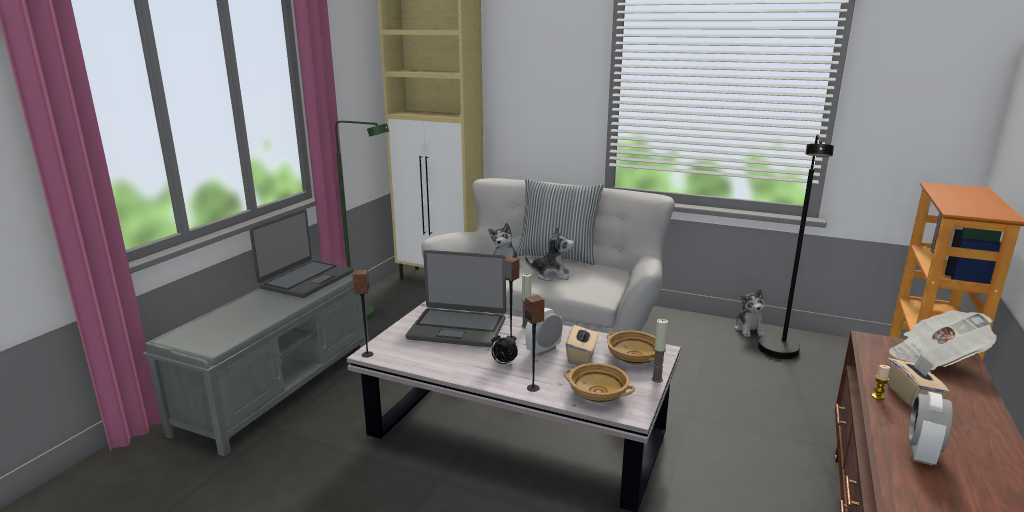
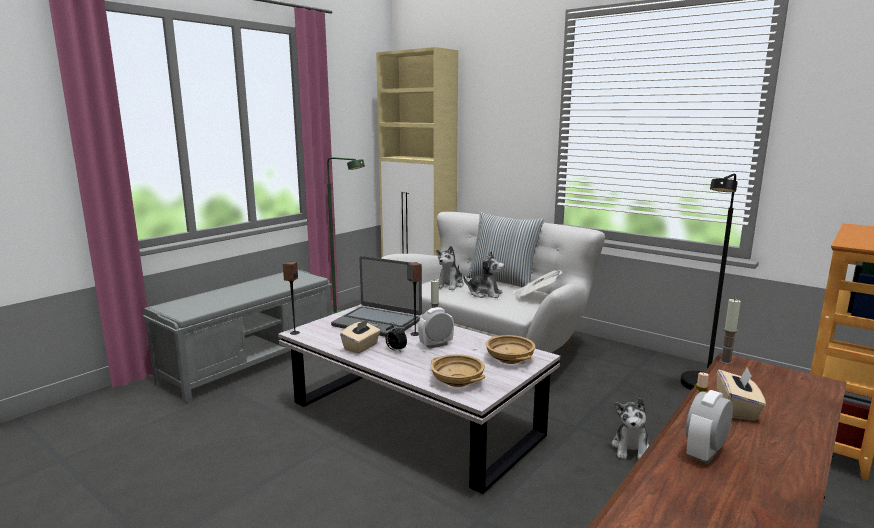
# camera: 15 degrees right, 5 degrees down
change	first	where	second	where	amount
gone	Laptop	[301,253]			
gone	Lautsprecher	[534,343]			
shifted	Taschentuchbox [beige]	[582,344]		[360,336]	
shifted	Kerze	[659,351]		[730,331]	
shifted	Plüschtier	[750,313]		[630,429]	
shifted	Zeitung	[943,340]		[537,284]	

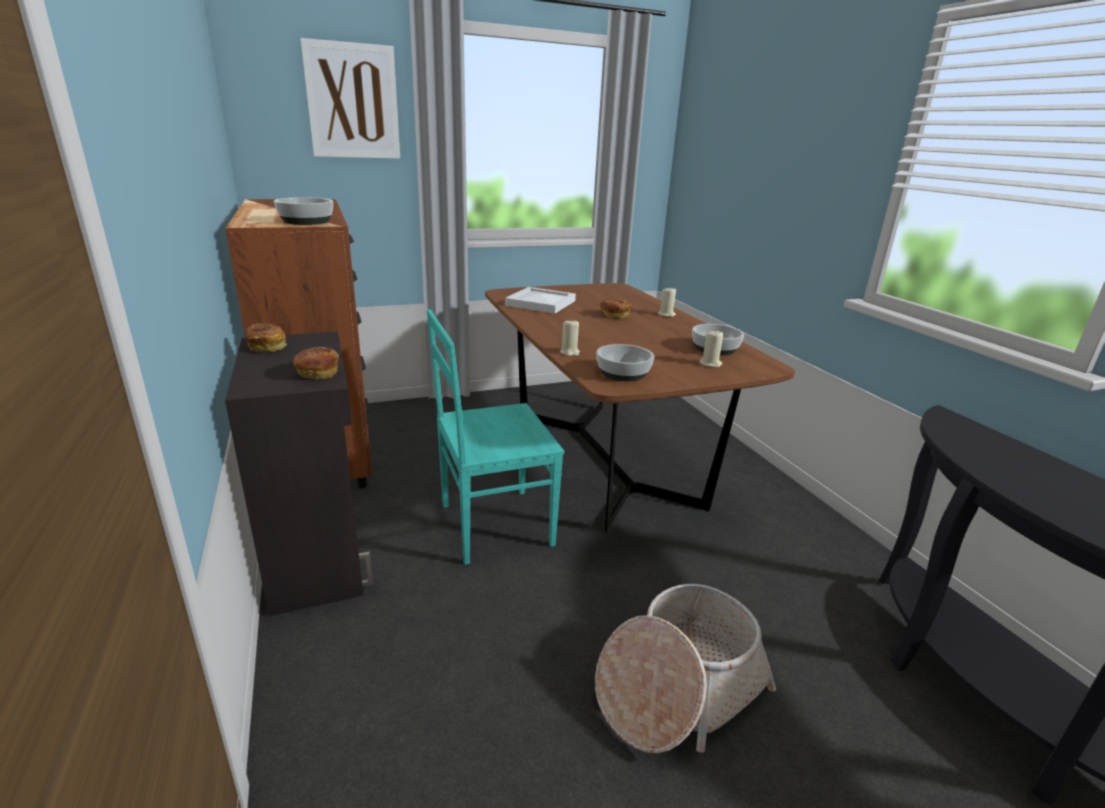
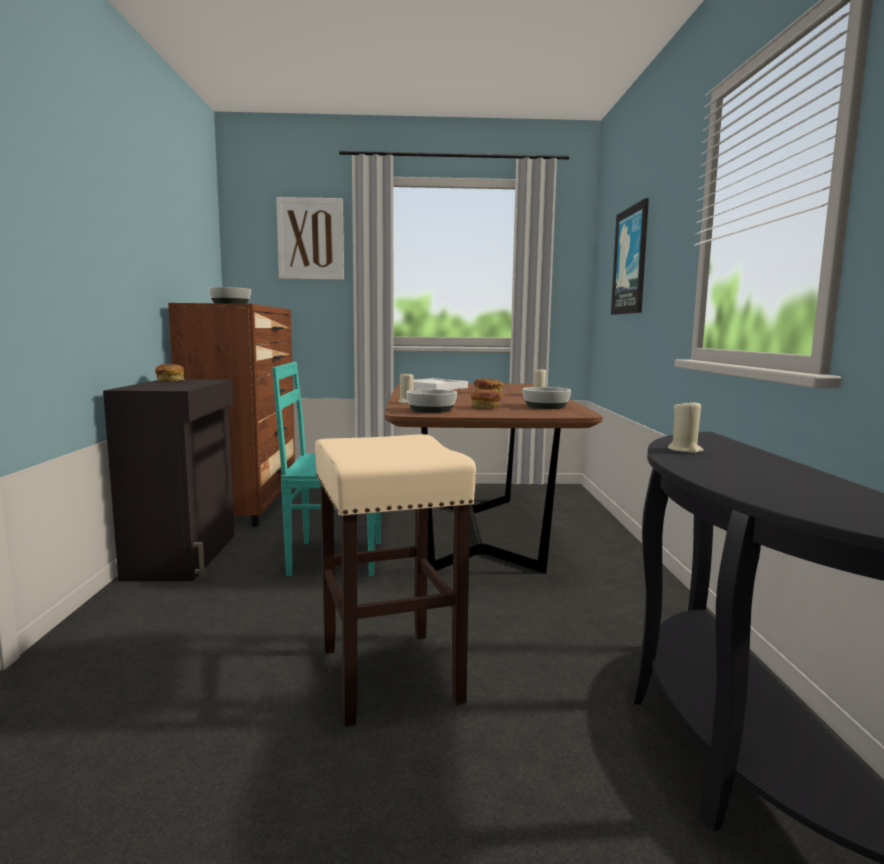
# camera: 20 degrees right, 15 degrees down
change	first	where	second	where	amount
new			Bild	[630,256]	
shifted	Brot	[316,363]		[486,399]	
shifted	Kerze [beige]	[711,348]		[685,426]	
swapped	Korb	[685,668]	Hocker [beige]	[395,580]	

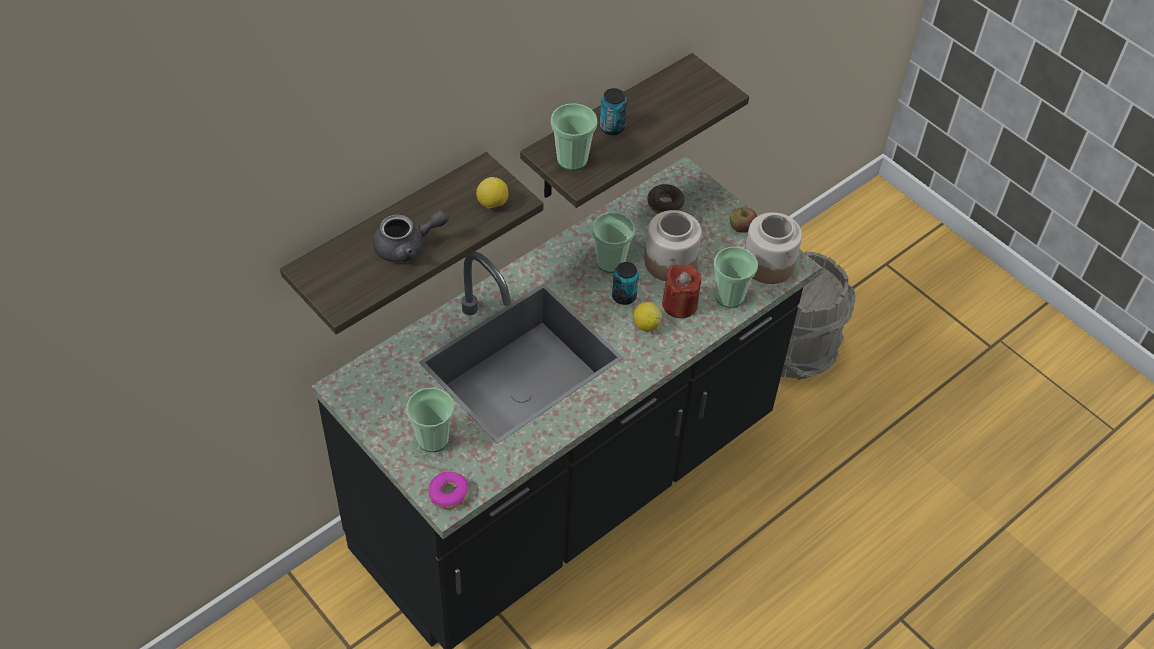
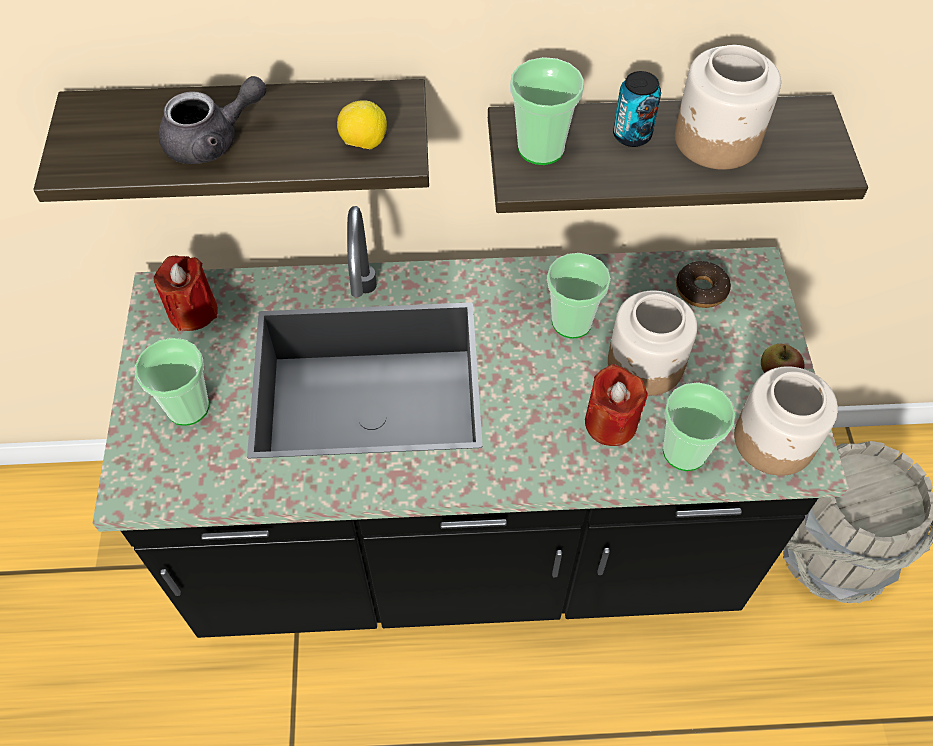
# camera: 40 degrees right, 5 degrees up
change	first	where	second	where	amount
gone	Donut	[448,490]			
gone	Dose	[625,283]			
gone	Zitrone	[647,317]			
new			Kerze [rot]	[185,293]	
new			Vorratsglas	[728,107]	
rotated	Teekanne [grau]	[411,236]		[212,120]	45 degrees counterclockwise

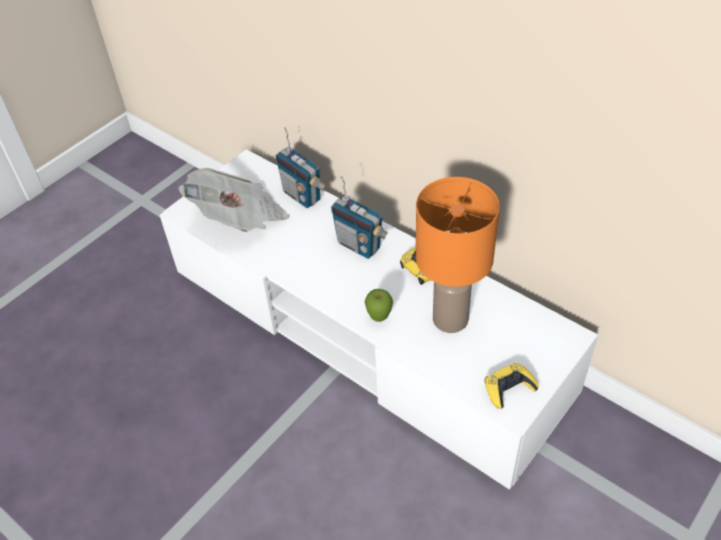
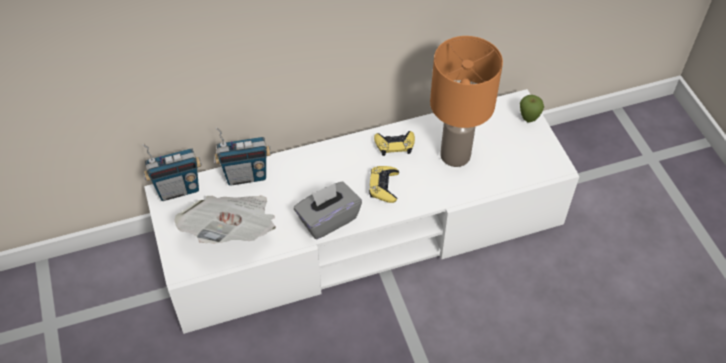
# camera: 60 degrees left, 5 degrees up
change	first	where	second	where	amount
new			Taschentuchbox [grau]	[328,210]	
shifted	Radio	[359,217]		[172,172]	
shifted	Apfel	[379,305]		[532,109]	
shifted	Gamepad [gelb]	[512,386]		[384,184]	

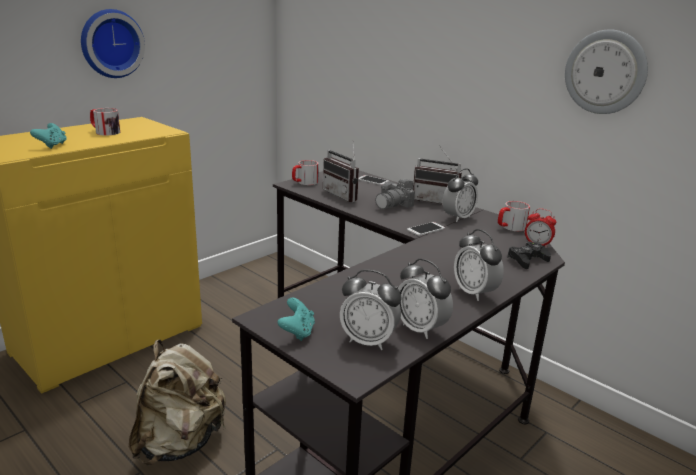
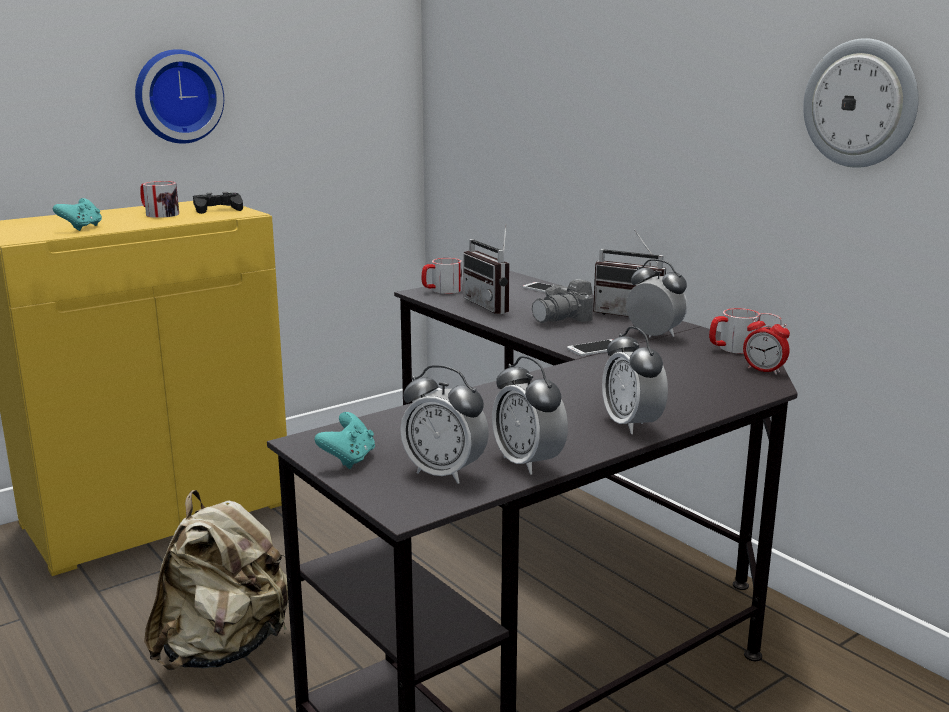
# camera: 10 degrees right, 5 degrees down
change	first	where	second	where	amount
shifted	Gamepad [schwarz]	[529,255]		[218,203]	
rotated	Wecker	[460,195]		[656,298]	105 degrees counterclockwise

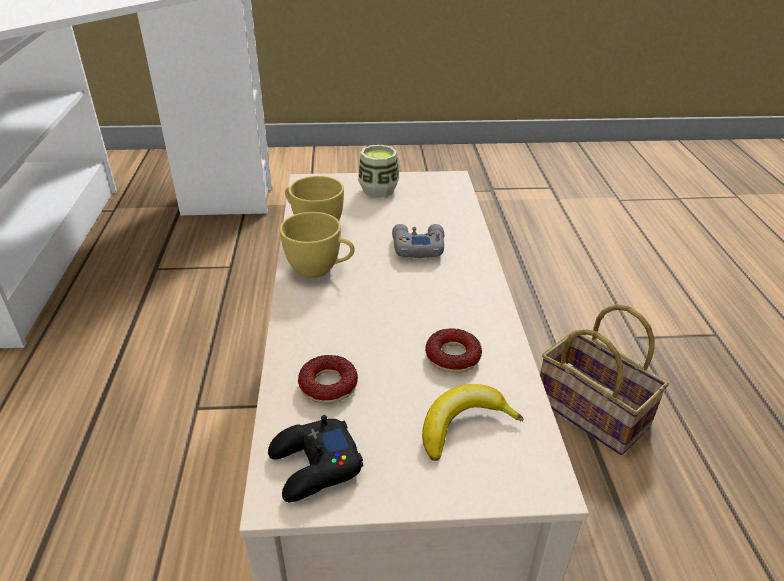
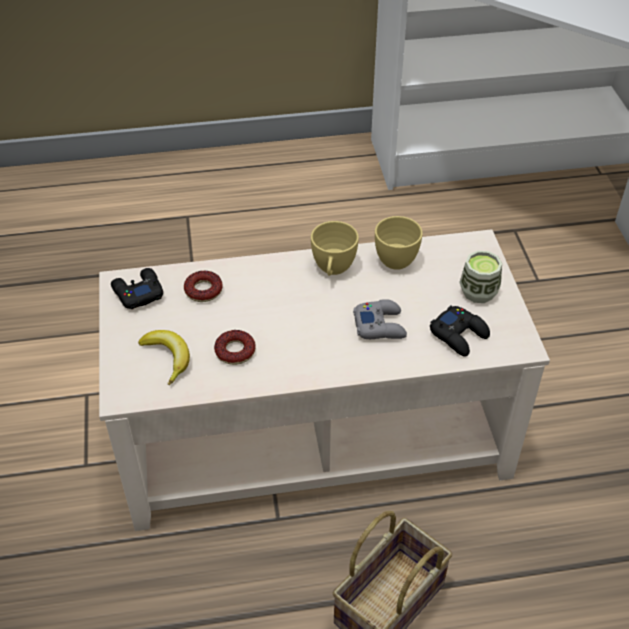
# camera: 85 degrees right, 10 degrees up
change	first	where	second	where	amount
new			Gamepad [schwarz]	[460,331]	

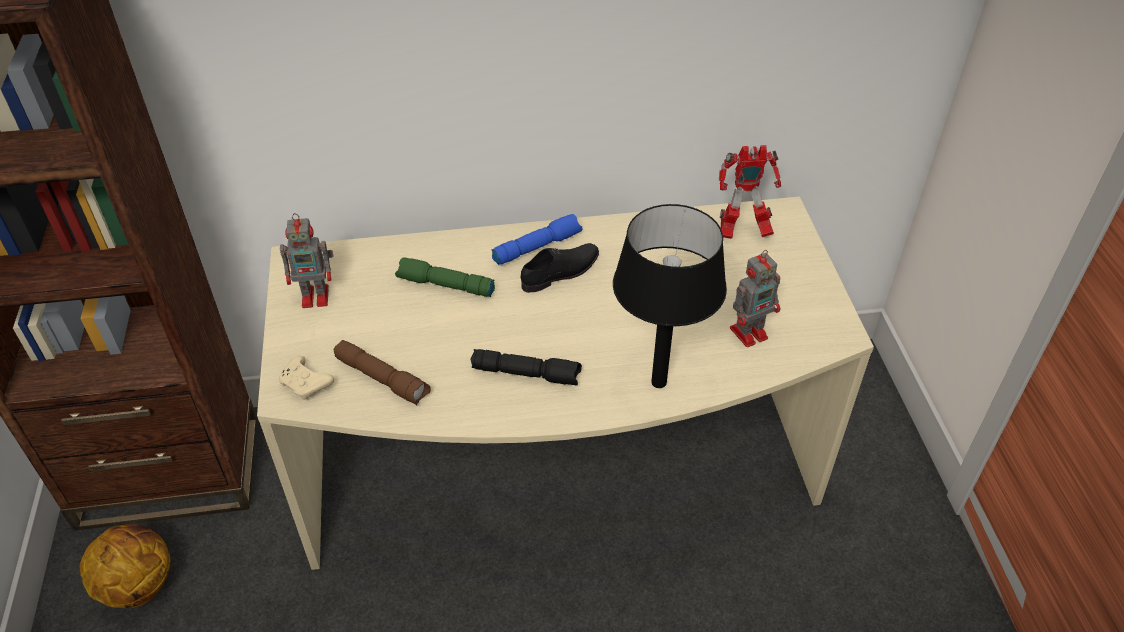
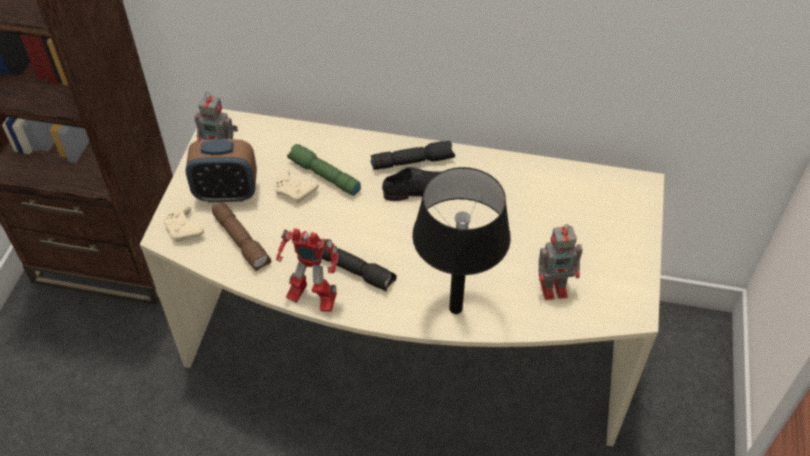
# camera: 20 degrees right, 5 degrees up
change	first	where	second	where	amount
gone	Basketball	[125,566]			
new			Wecker	[221,170]	
new			Gamepad [beige]	[296,186]	
shifted	Spielzeugroboter	[750,192]		[307,270]	
repainted	Taschenlampe [blau]	[537,239]	Taschenlampe [schwarz]	[412,155]	

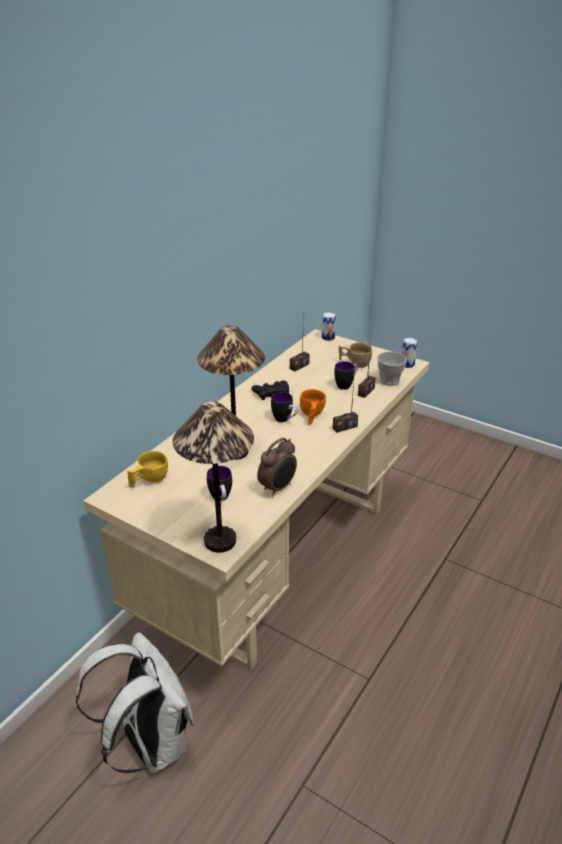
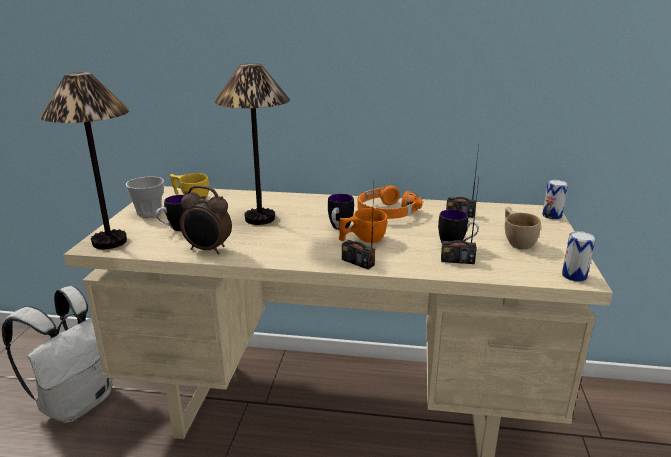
# camera: 65 degrees right, 10 degrees down
change	first	where	second	where	amount
shifted	Tasse	[392,369]		[145,197]	
swapped	Gamepad [schwarz]	[270,390]	Kopfhörer [orange]	[390,202]	

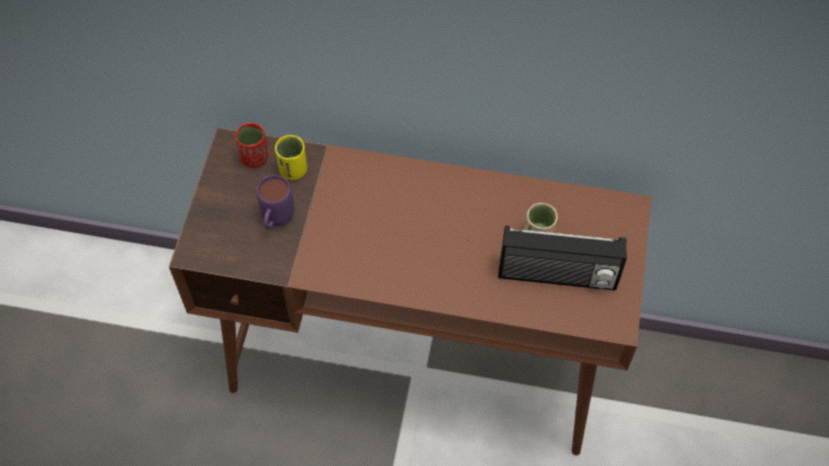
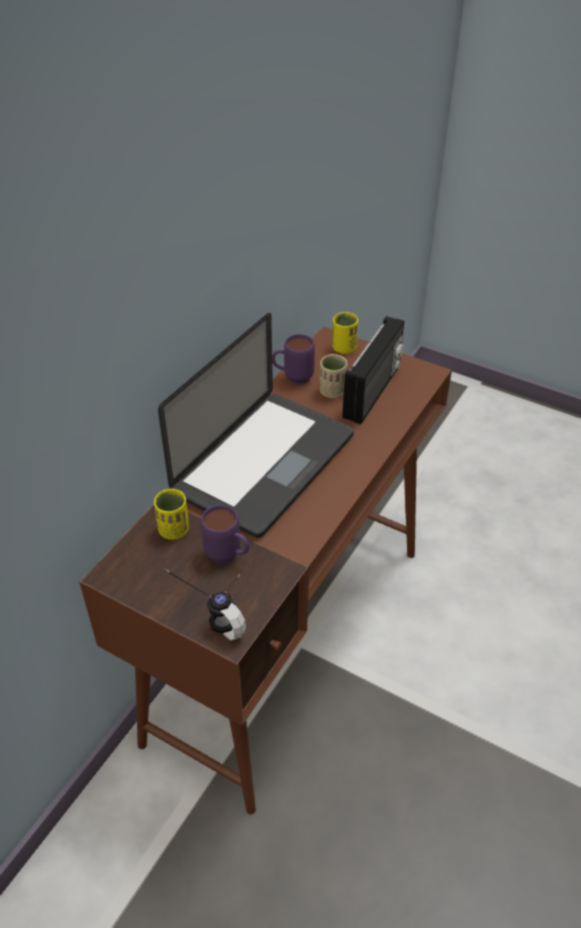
# camera: 70 degrees left, 15 degrees down
change	first	where	second	where	amount
gone	Tasse [rot]	[251,145]			
new			Laptop	[256,425]	
new			Kopfhörer	[205,604]	
new			Henkelbecher [lila]	[293,359]	
new			Tasse [gelb]	[345,333]	

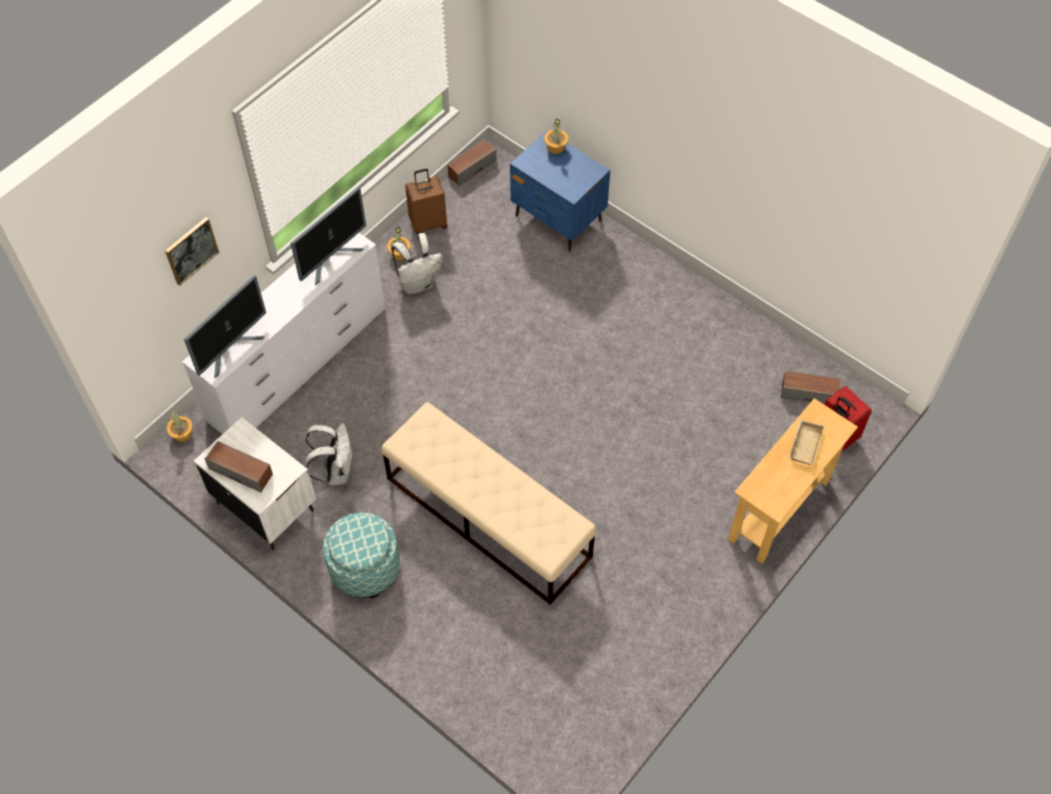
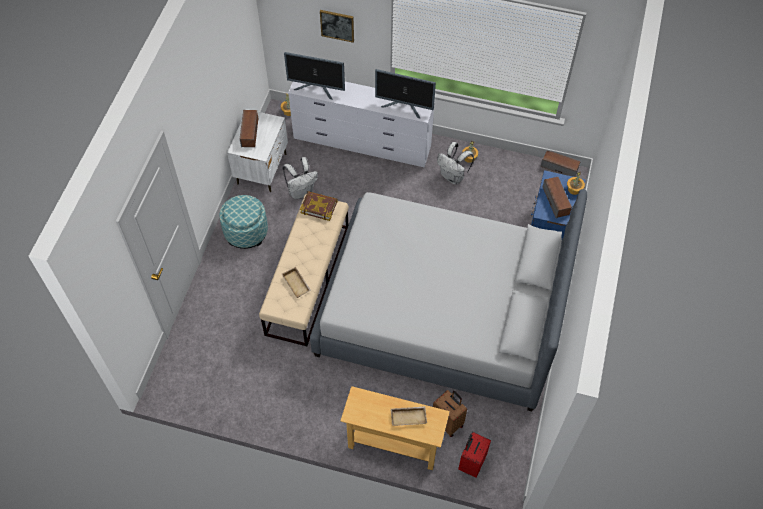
# camera: 65 degrees right, 0 degrees up
change	first	where	second	where	amount
new			Tablett [beige]	[296,282]	
new			Buch	[319,206]	
new			Bett [grau]	[448,300]	
shifted	Koffer [braun]	[426,201]		[450,413]	
shifted	Lautsprecher	[810,387]		[557,197]	

